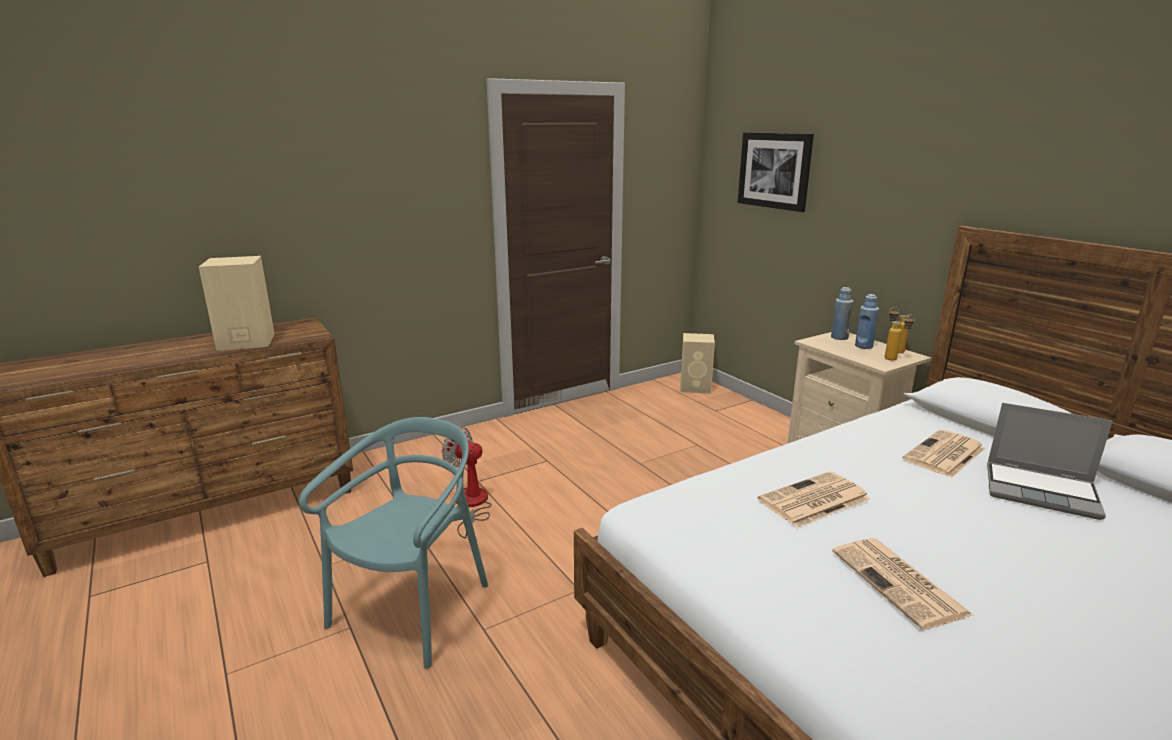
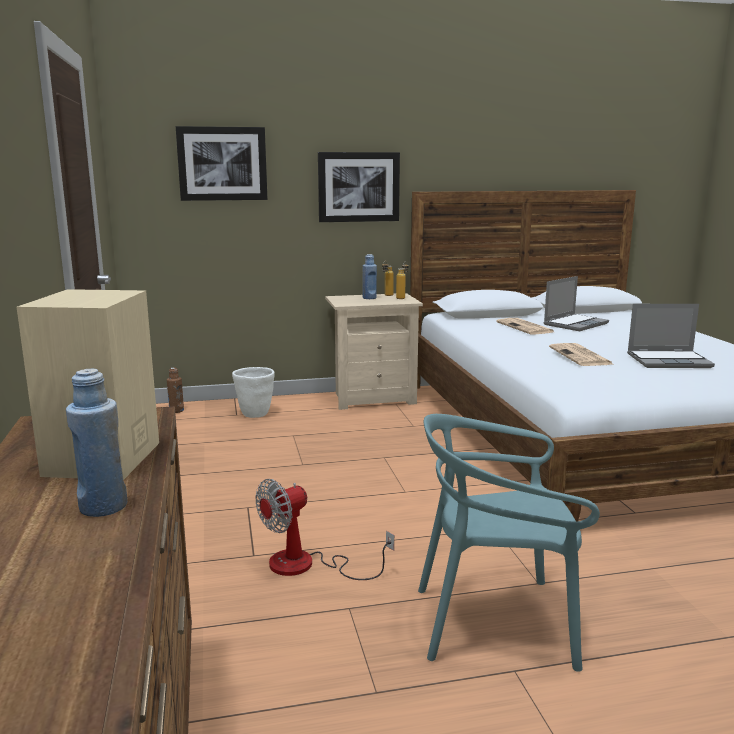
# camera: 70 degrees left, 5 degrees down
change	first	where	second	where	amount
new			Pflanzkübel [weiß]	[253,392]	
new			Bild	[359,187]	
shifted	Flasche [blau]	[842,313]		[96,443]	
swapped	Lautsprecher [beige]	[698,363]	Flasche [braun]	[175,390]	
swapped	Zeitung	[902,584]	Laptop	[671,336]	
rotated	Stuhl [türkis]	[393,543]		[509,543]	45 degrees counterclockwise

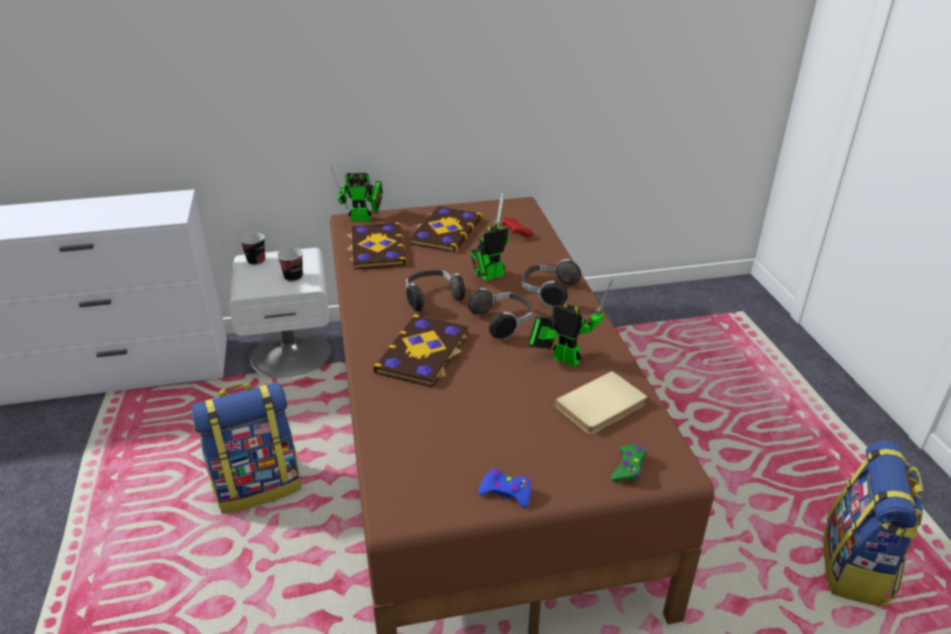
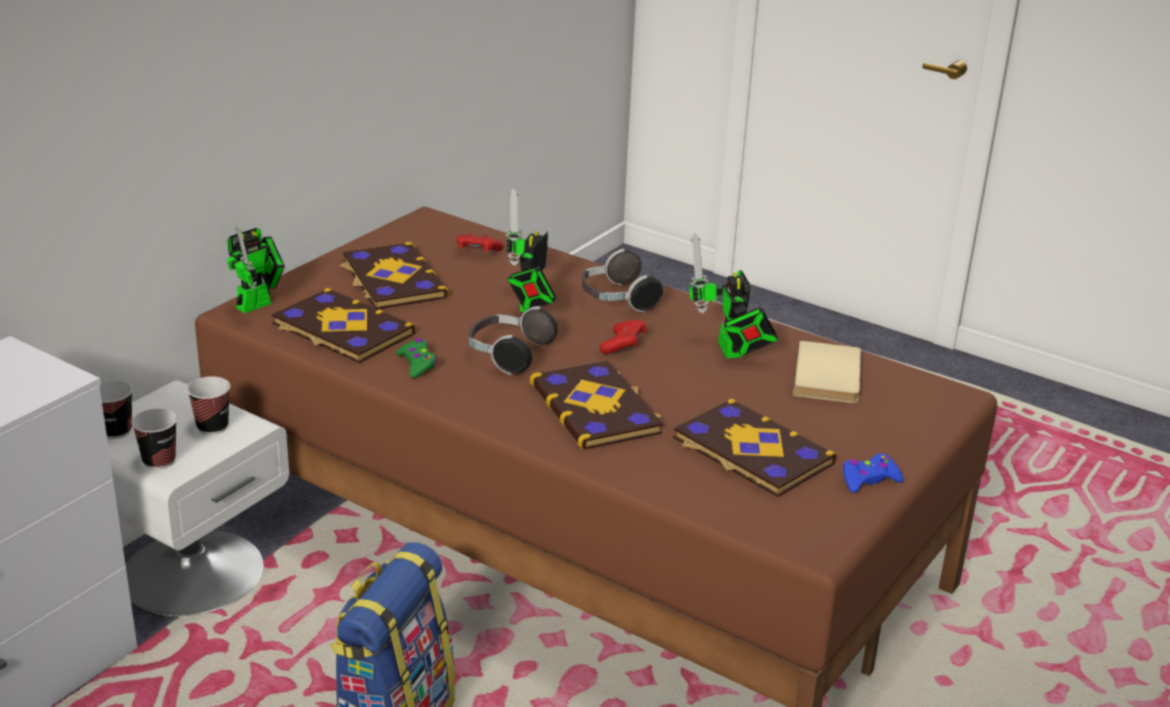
# camera: 45 degrees left, 5 degrees down
change	first	where	second	where	amount
gone	Rucksack	[874,523]			
new			Tasse	[154,439]	
new			Buch	[755,447]	
shifted	Gamepad [grün]	[628,463]		[416,358]	
swapped	Kopfhörer	[500,314]	Gamepad [rot]	[623,337]	
rotated	Spielzeugroboter	[570,322]		[733,295]	90 degrees counterclockwise

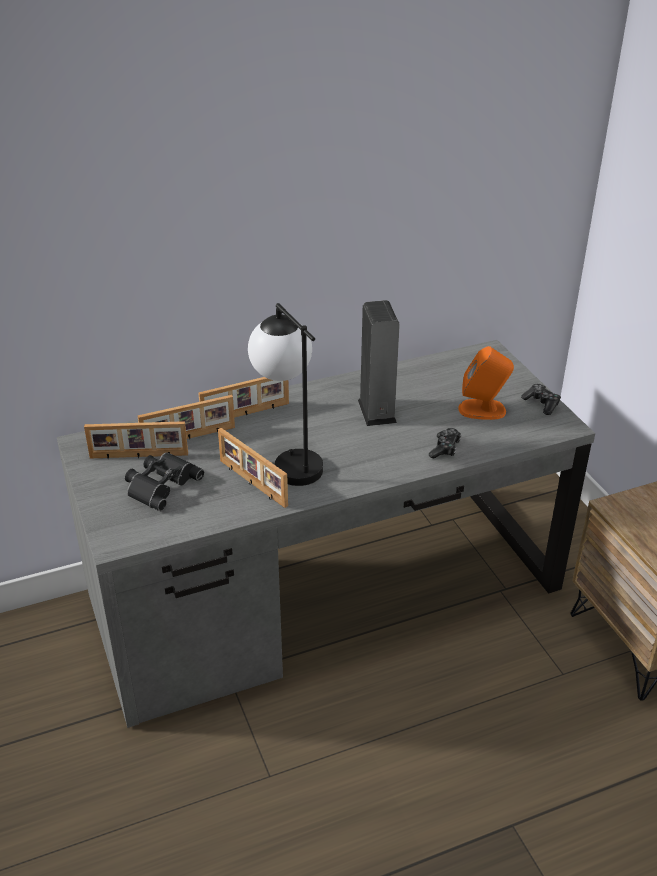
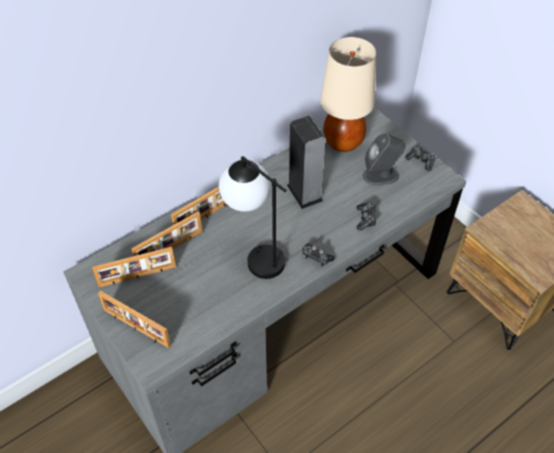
# camera: 15 degrees left, 15 degrees up
change	first	where	second	where	amount
gone	Fernglas [schwarz]	[164,482]			
new			Gamepad	[318,255]	
new			Tischlampe [beige]	[348,94]	
shifted	Bilderrahmen	[253,468]		[134,319]	
repainted	Lautsprecher [orange]	[486,383]	Lautsprecher [grau]	[384,159]	

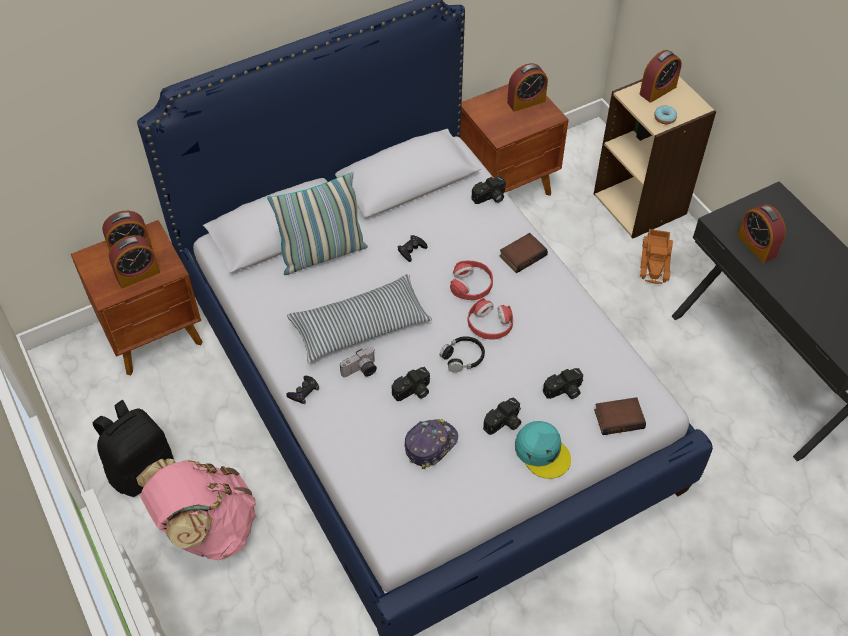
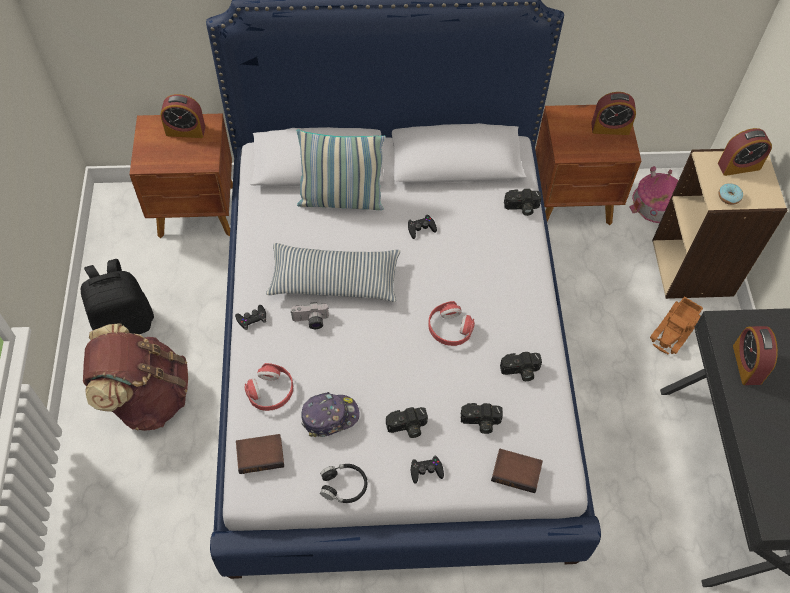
# camera: 25 degrees right, 5 degrees up
change	first	where	second	where	amount
gone	Wecker	[134,261]			
new			Spielzeughaus	[653,194]	
shifted	Kamera	[411,384]		[521,366]	
shifted	Kopfhörer [schwarz]	[462,354]		[343,483]	
shifted	Kopfhörer [rot]	[471,280]		[269,387]	
shifted	Buch	[523,253]		[260,454]	
swapped	Kappe [türkis]	[543,450]	Gamepad [schwarz]	[427,470]	
repainted	Rucksack [rosa]	[196,509]	Rucksack [braun]	[135,377]	

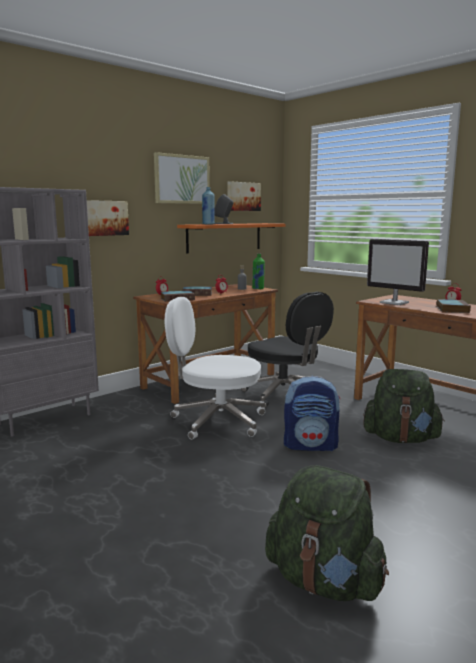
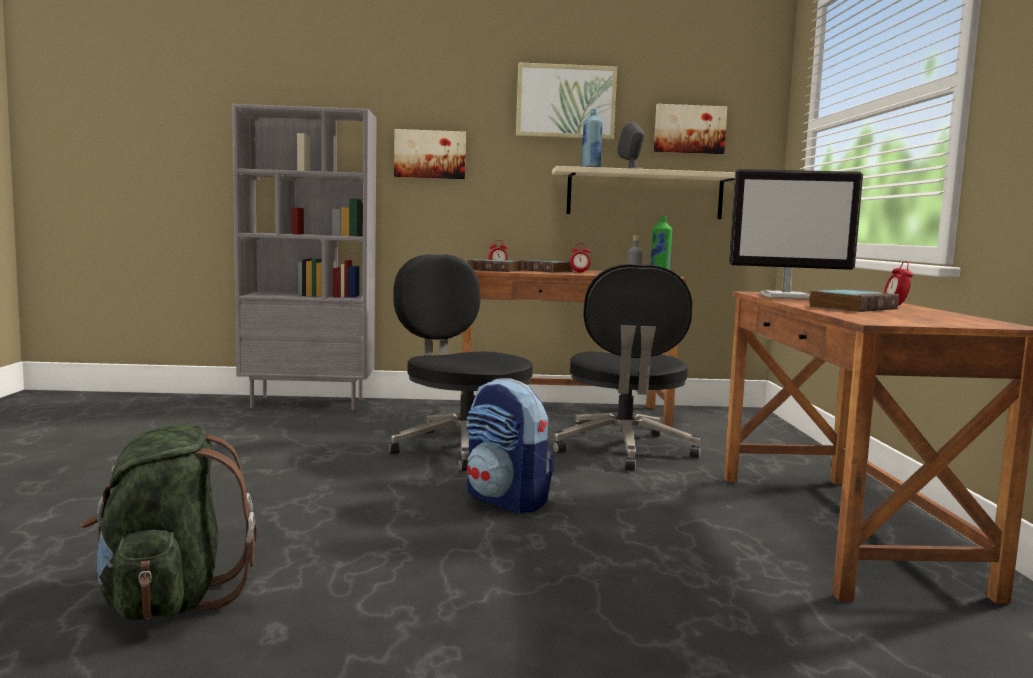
# camera: 40 degrees right, 5 degrees down
change	first	where	second	where	amount
gone	Rucksack [grün]	[404,406]			
repainted	Bürostuhl [weiß]	[215,368]	Bürostuhl [schwarz]	[461,363]	
repainted	Wandregal [orange]	[231,238]	Wandregal [beige]	[643,192]	
rotated	Monitor	[398,272]		[796,234]	75 degrees counterclockwise

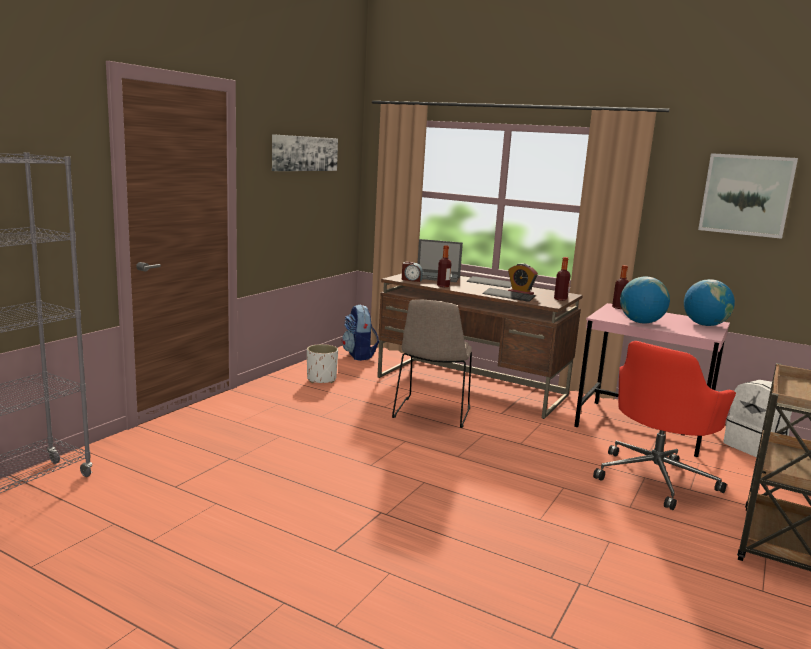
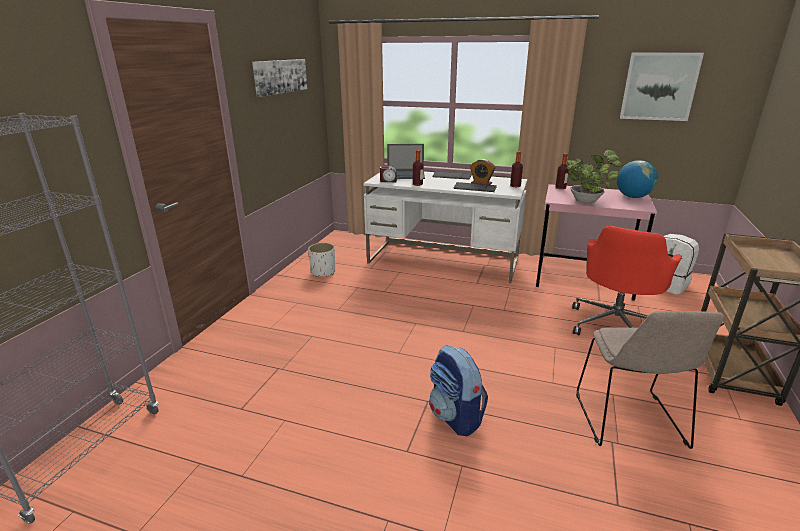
# camera: 10 degrees left, 10 degrees up
change	first	where	second	where	amount
shifted	Rucksack	[360,332]		[458,390]	
shifted	Stuhl [beige]	[432,364]		[650,380]	
swapped	Globus	[645,300]	Topfpflanze	[594,177]	
repainted	Schreibtisch [braun]	[480,346]	Schreibtisch [weiß]	[445,227]	

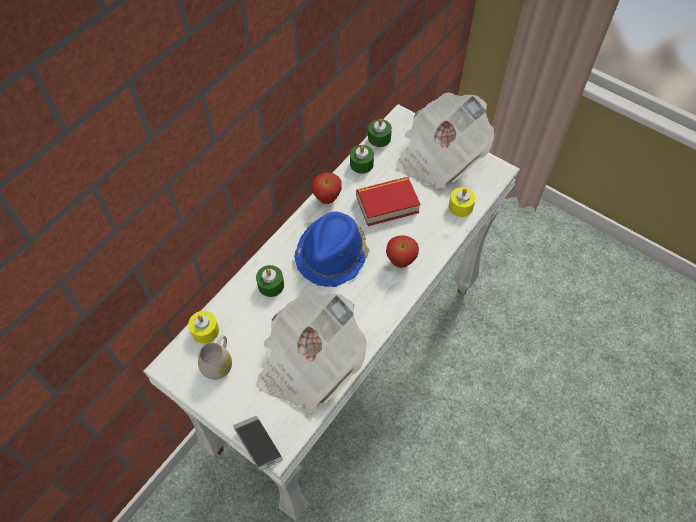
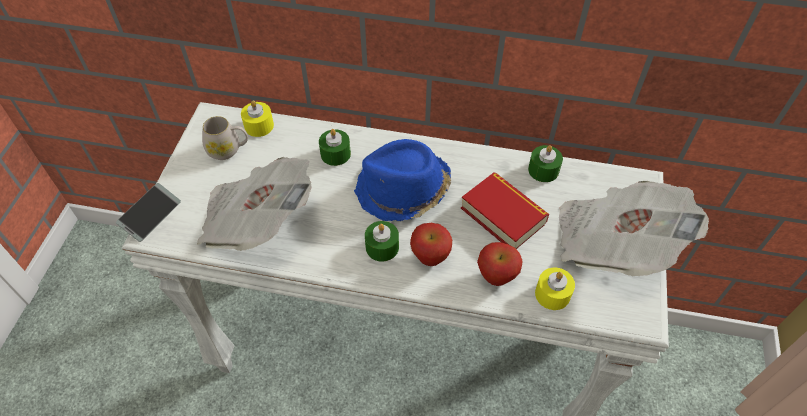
# camera: 65 degrees right, 5 degrees down
change	first	where	second	where	amount
shifted	Apfel	[327,188]		[500,264]	
shifted	Kerze [grün]	[380,133]		[382,241]	

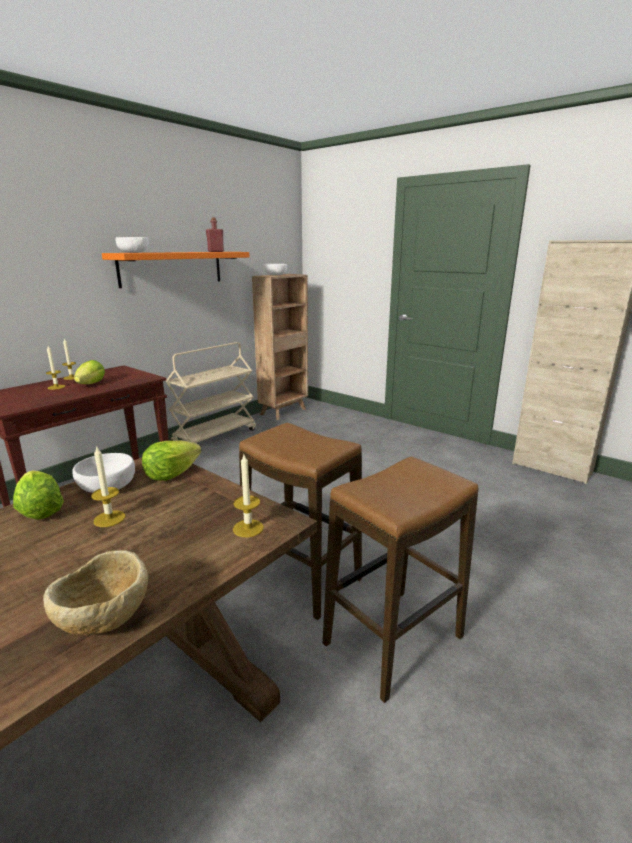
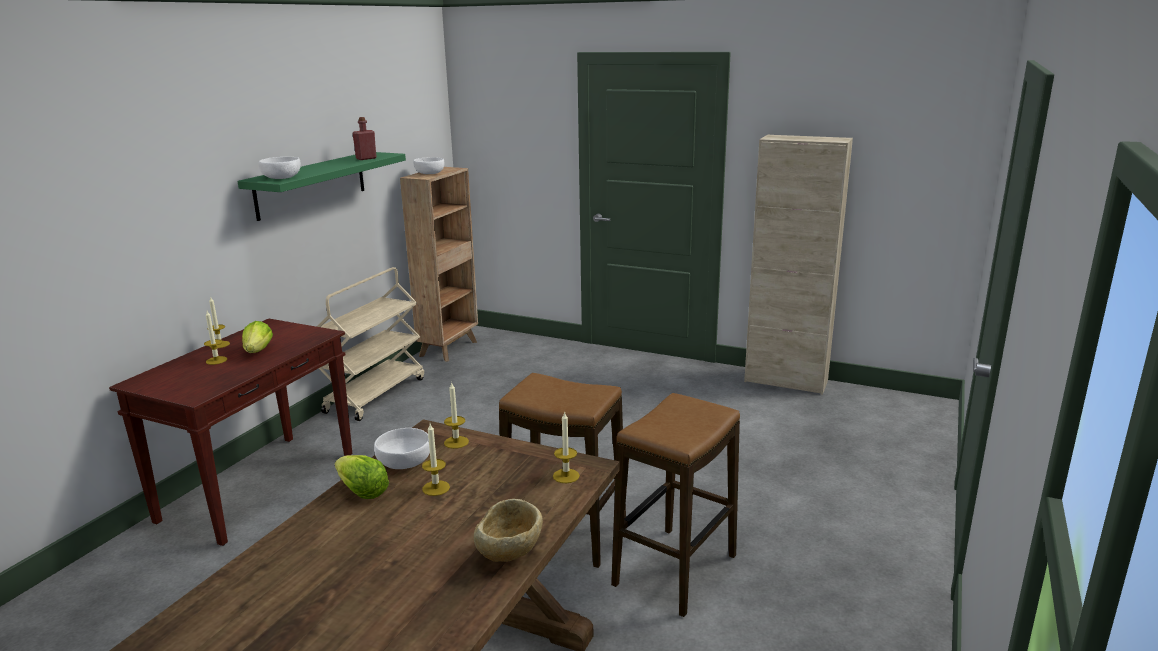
# camera: 15 degrees left, 0 degrees up
change	first	where	second	where	amount
swapped	Salatkopf	[171,461]	Kerze	[456,416]	
repainted	Wandregal [orange]	[176,270]	Wandregal [grün]	[322,186]	

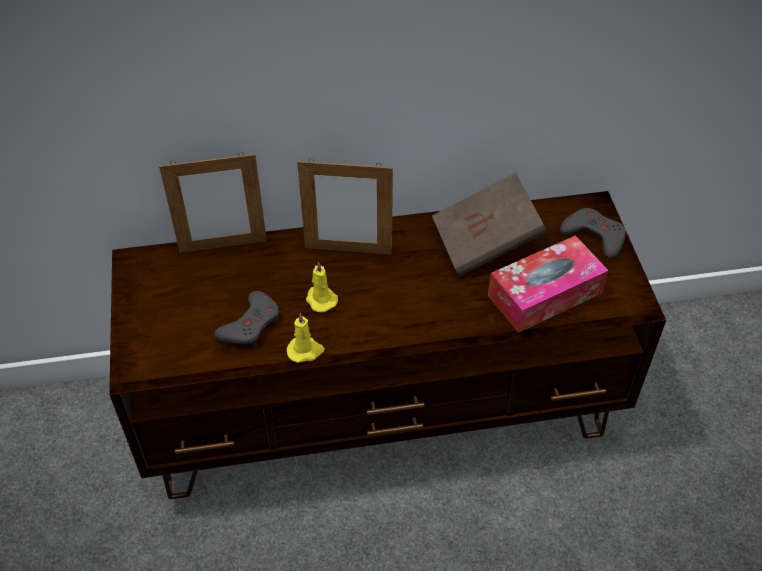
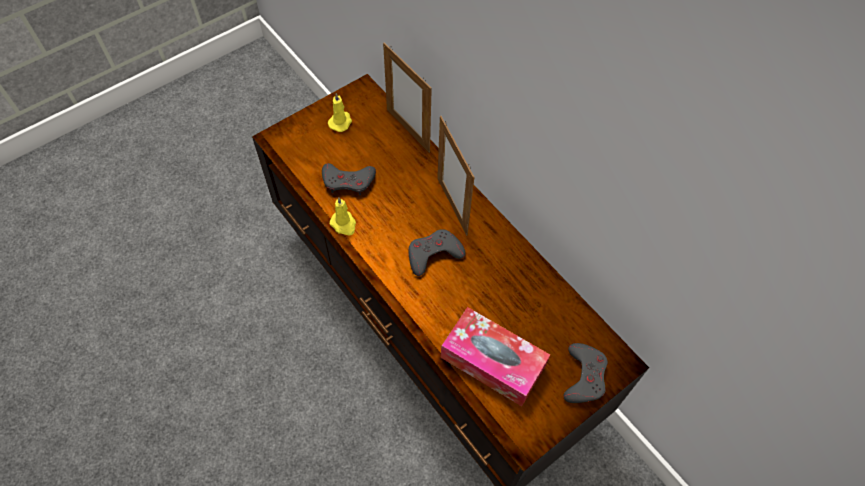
# camera: 60 degrees right, 10 degrees up
change	first	where	second	where	amount
gone	Buch [braun]	[489,224]			
new			Gamepad [grau]	[437,252]	
shifted	Kerze [gelb]	[322,287]		[340,112]	

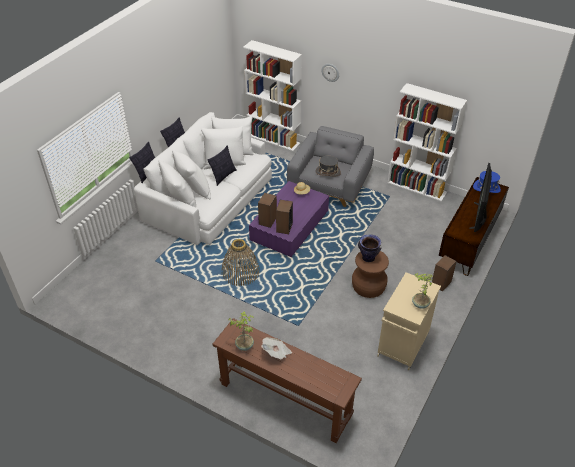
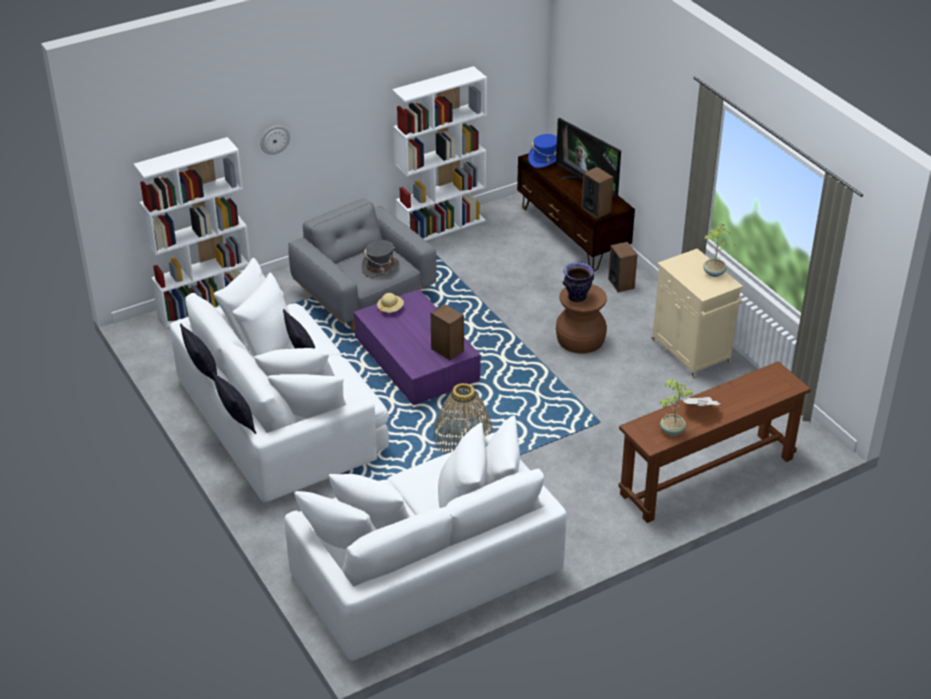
# camera: 60 degrees left, 5 degrees down
change	first	where	second	where	amount
new			Sofa [weiß]	[425,537]	
shifted	Lautsprecher	[267,210]		[597,193]	

